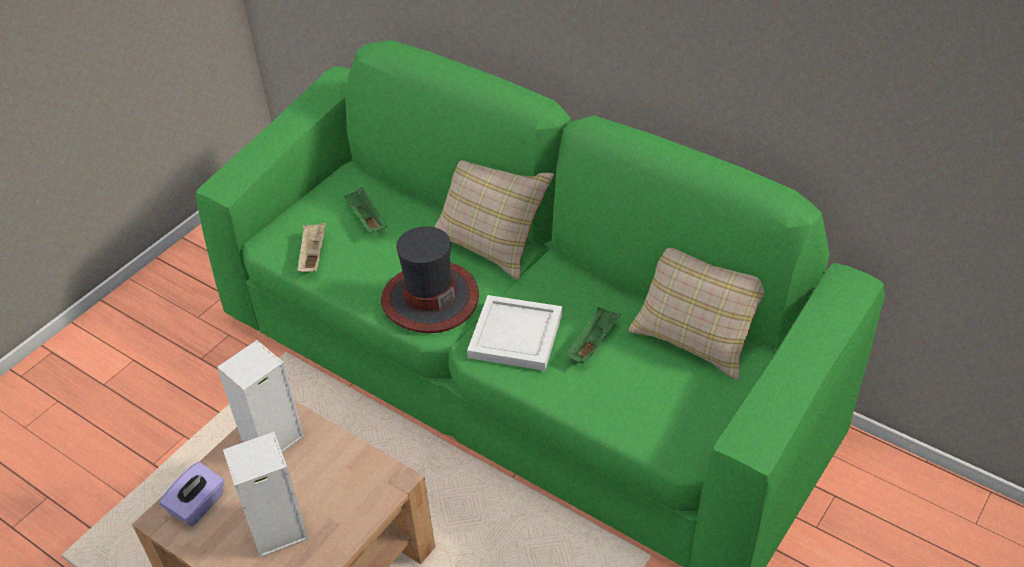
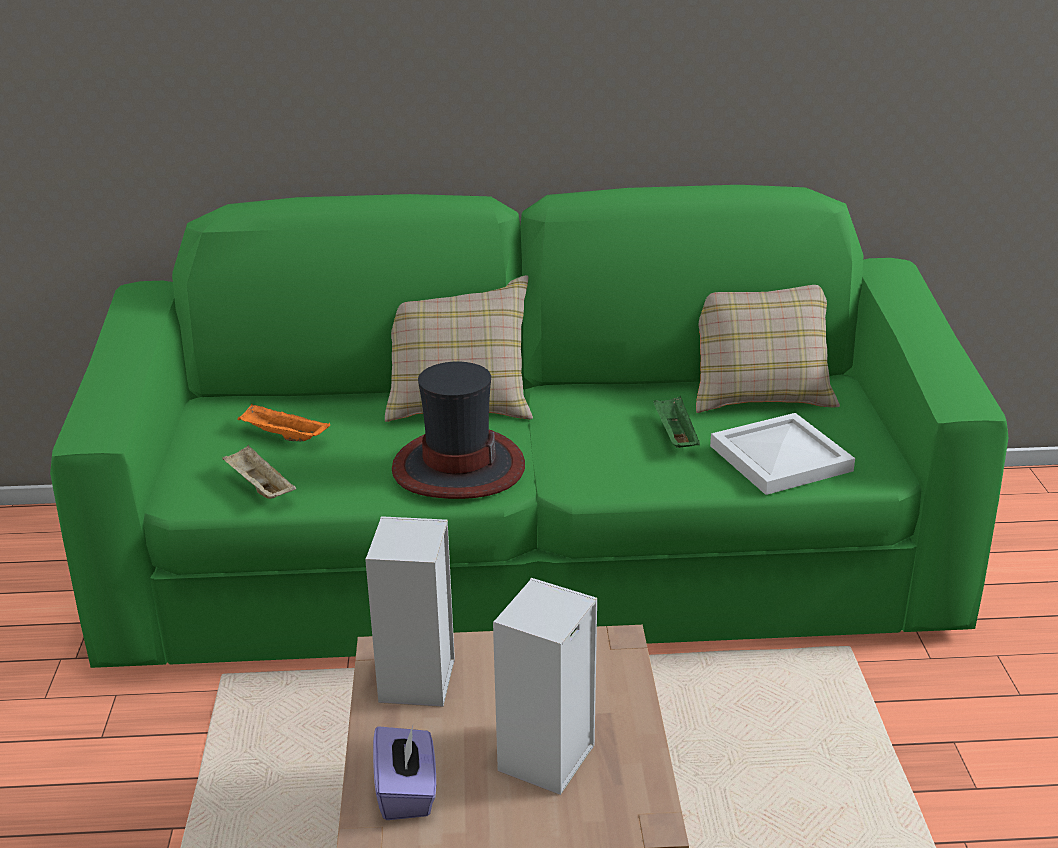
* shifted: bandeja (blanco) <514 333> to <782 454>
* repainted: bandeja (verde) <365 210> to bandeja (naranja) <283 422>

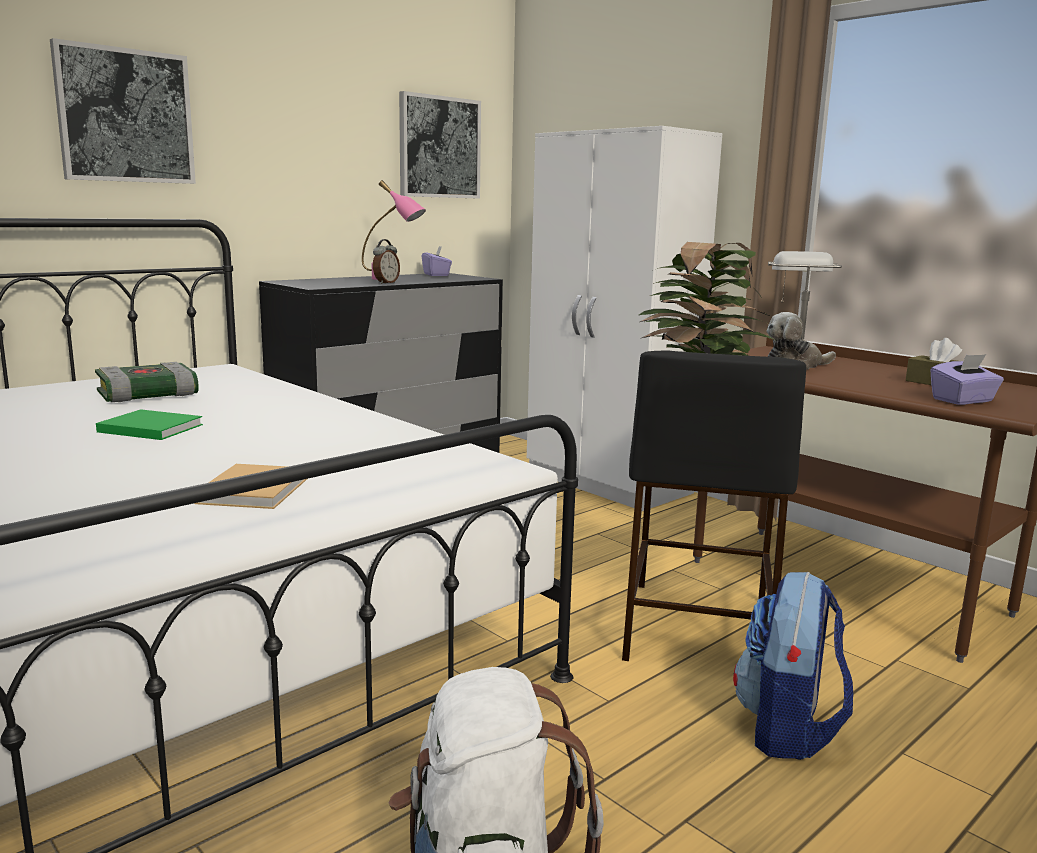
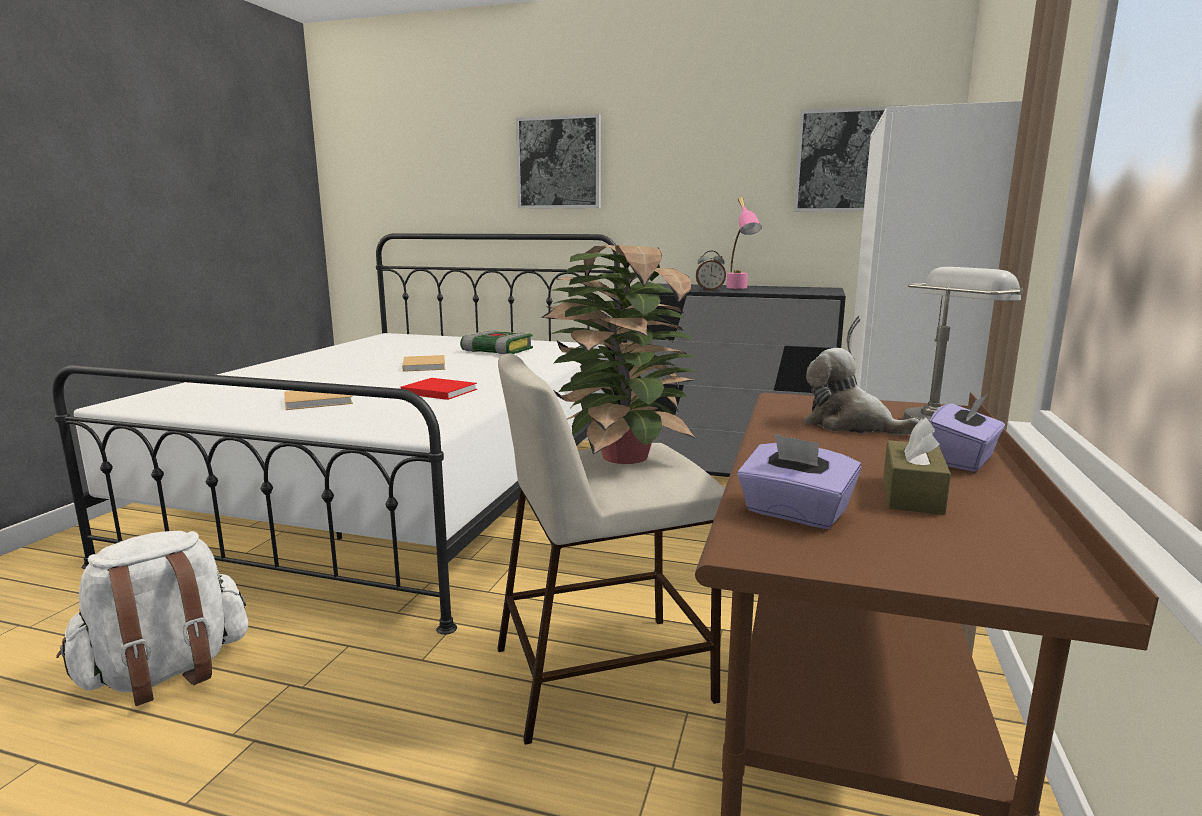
* gone: mochila <793 666>
* new: libro (rojo) <438 389>
* shifted: caja de pañuelos (morado) <437 261> to <967 433>
* repainted: libro (verde) <149 424> to libro (beis) <423 363>
* repainted: taburete (negro) <714 505> to taburete (beis) <611 549>

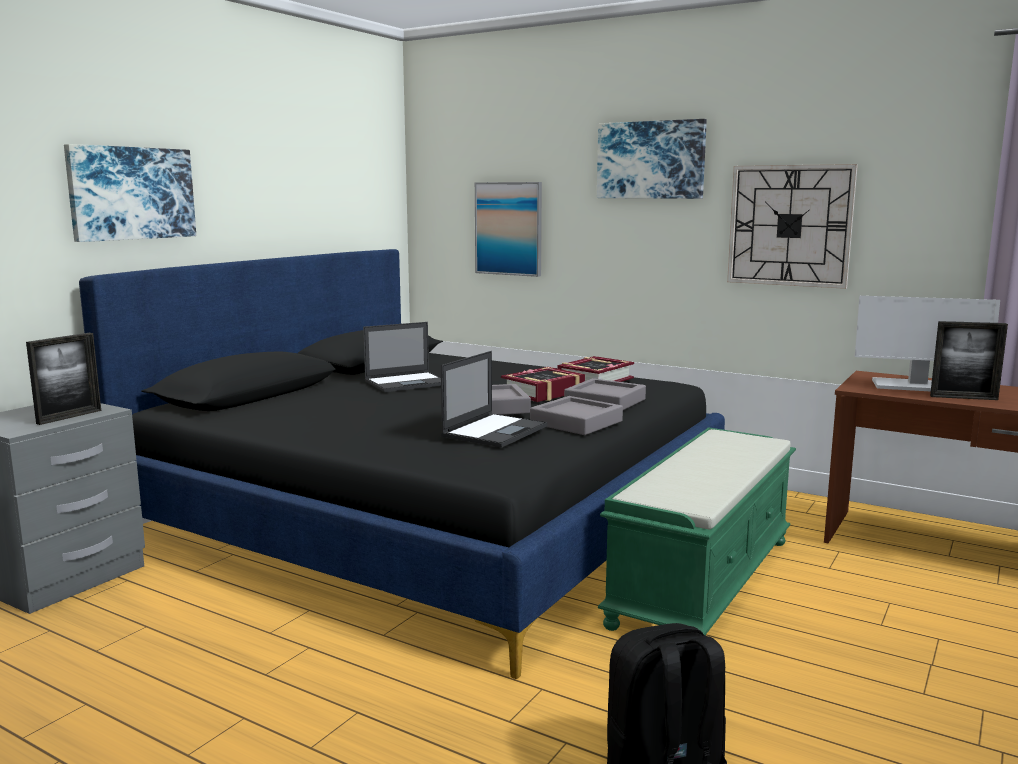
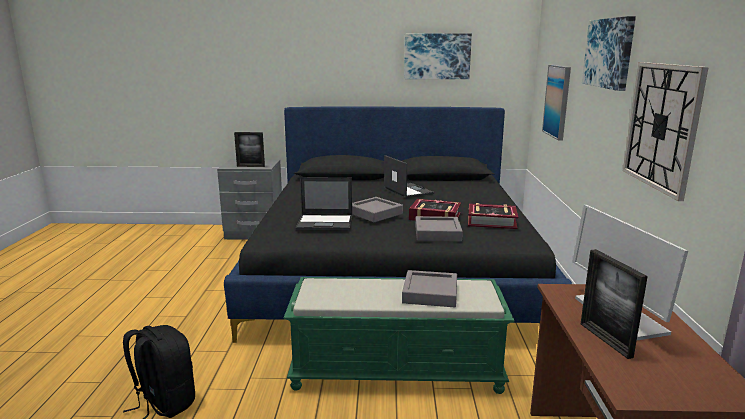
* shifted: cuadro <130 193> to <438 56>
* shifted: bandeja (gris) <576 415> to <429 288>
* rotated: portátil <402 357> = <409 176> 150 degrees counterclockwise

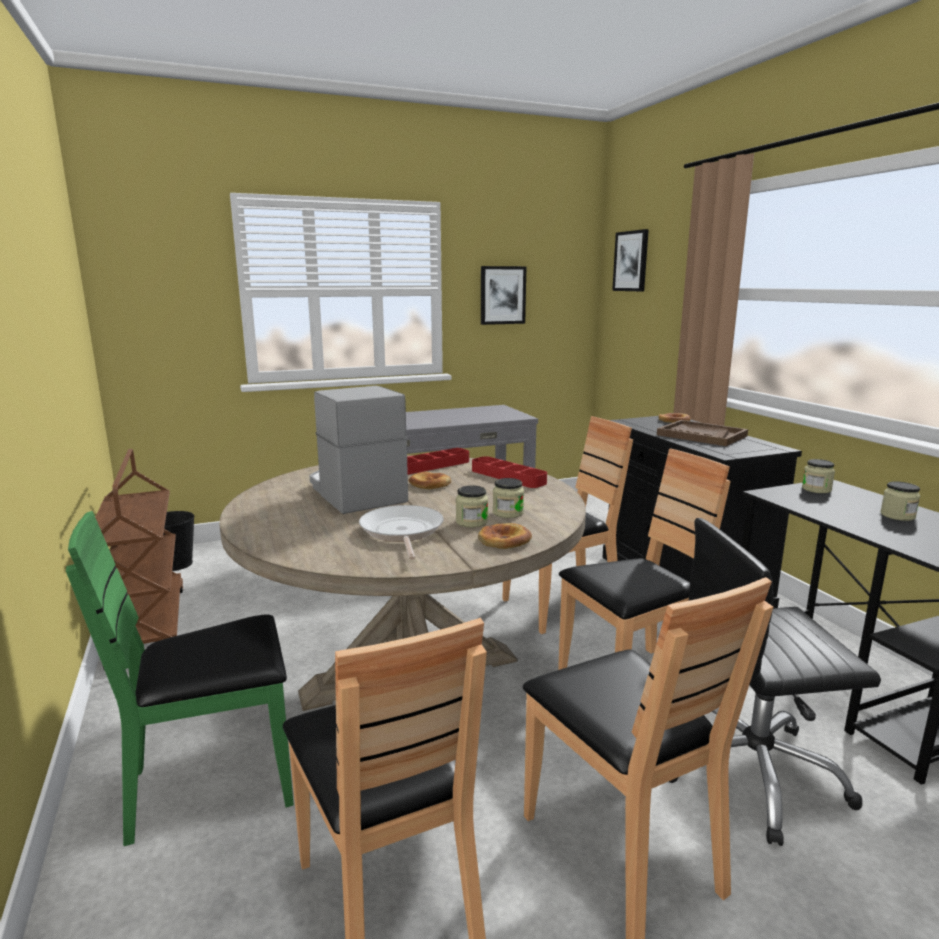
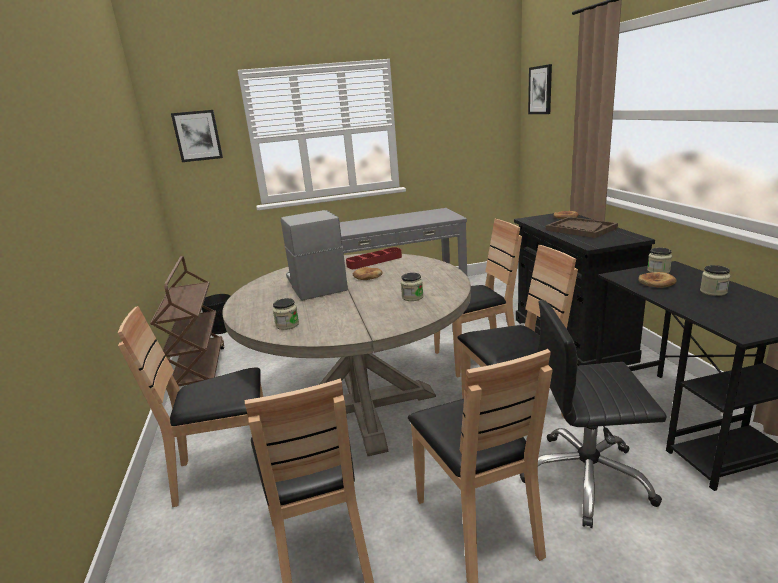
* gone: sartén <401 532>
* gone: bandeja (rojo) <509 472>
* shifted: tarro <472 506> to <286 314>
* shifted: pan <505 536> to <657 280>
* shifted: cuadro <504 295> to <197 136>
* repainted: silla (verde) <180 678> to silla (marrón) <190 406>

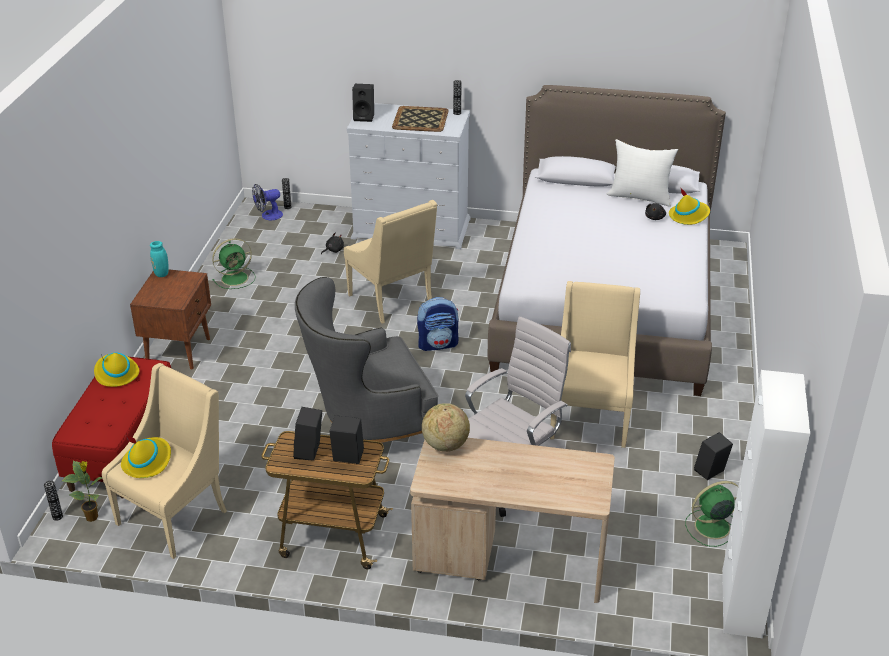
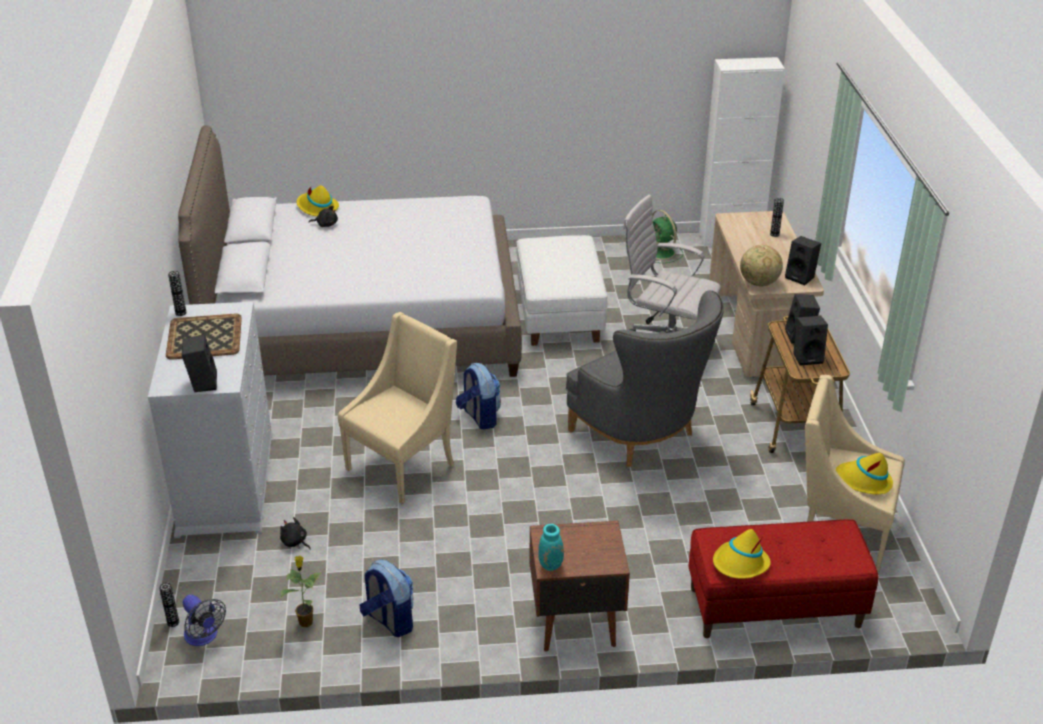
* gone: cojín (blanco) <642 173>
* shifted: florero <53 501> to <777 217>
* shifted: planta en maceta <82 491> to <301 591>
* shifted: altavoz (negro) <713 456> to <803 260>
* swapped: ventilador (verde) <234 263> to mochila <386 598>
* swapped: sillón (beis) <595 364> to puf (blanco) <562 290>

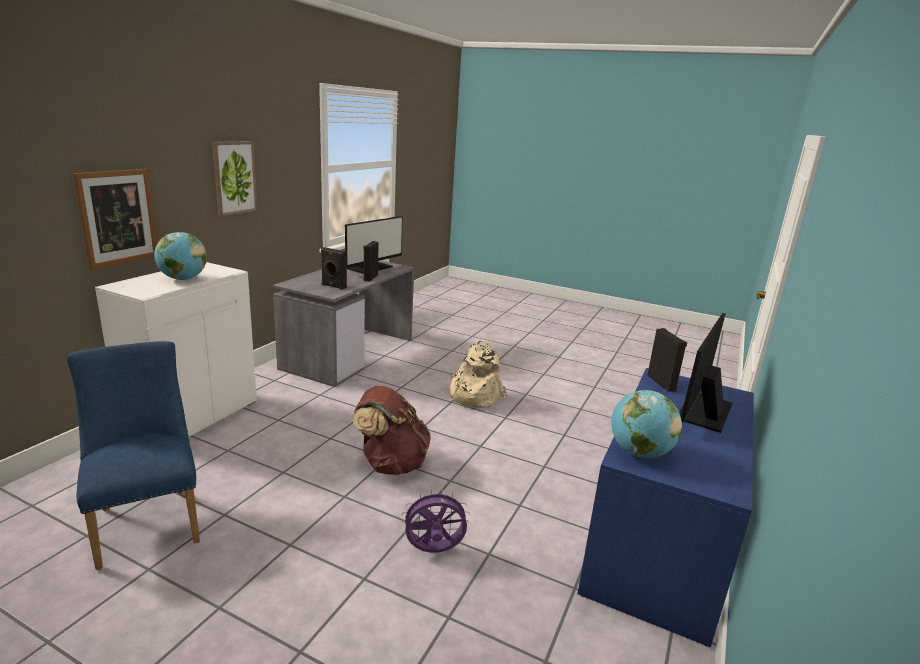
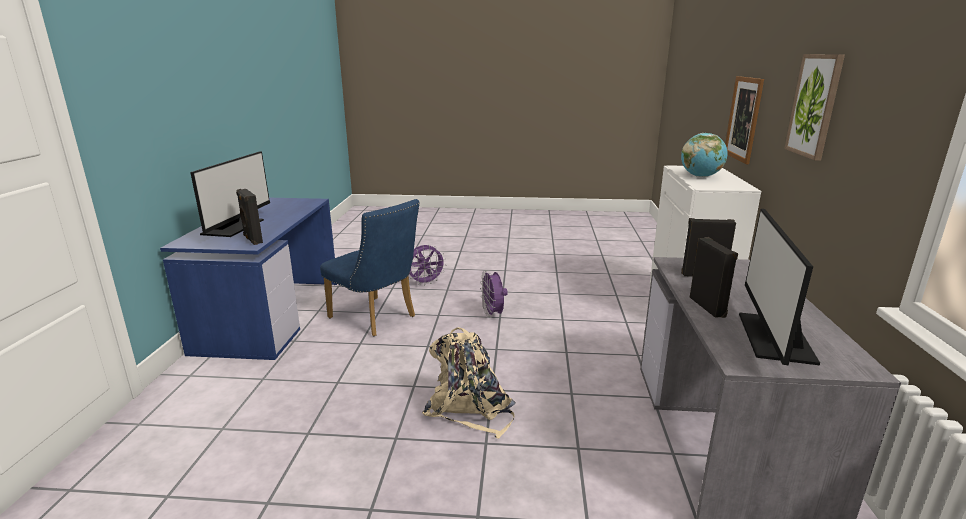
* gone: globo terráqueo <646 424>
* shifted: silla (azul) <133 455> to <370 267>
* swapped: mochila (marrón) <392 430> to ventilador (morado) <494 294>

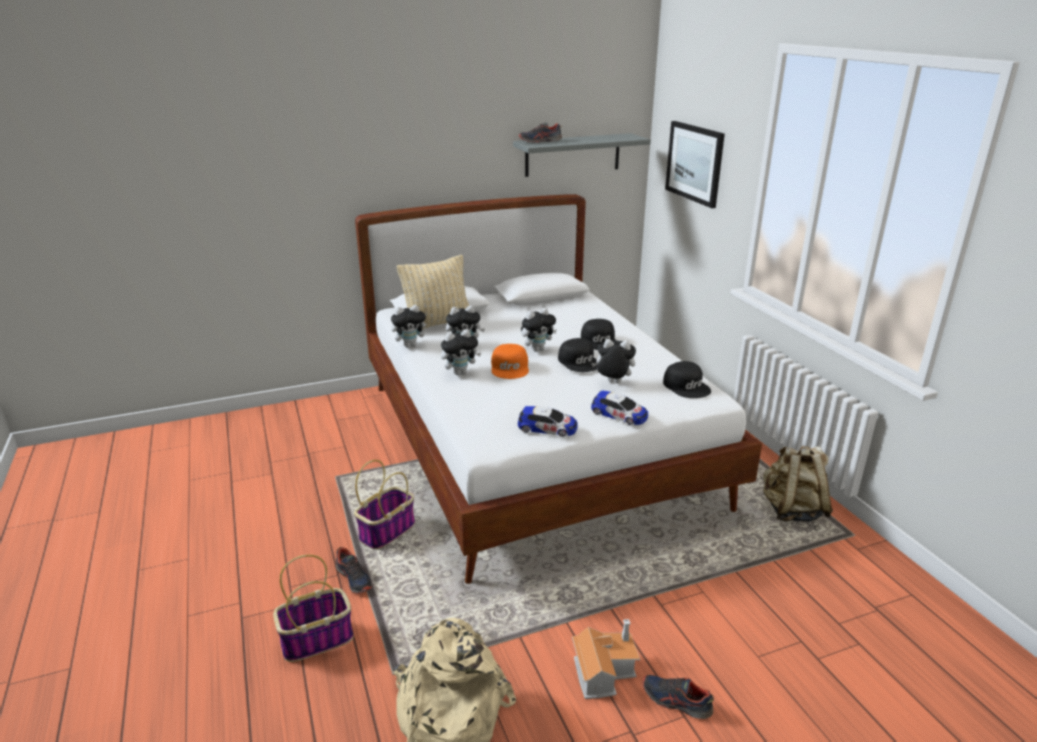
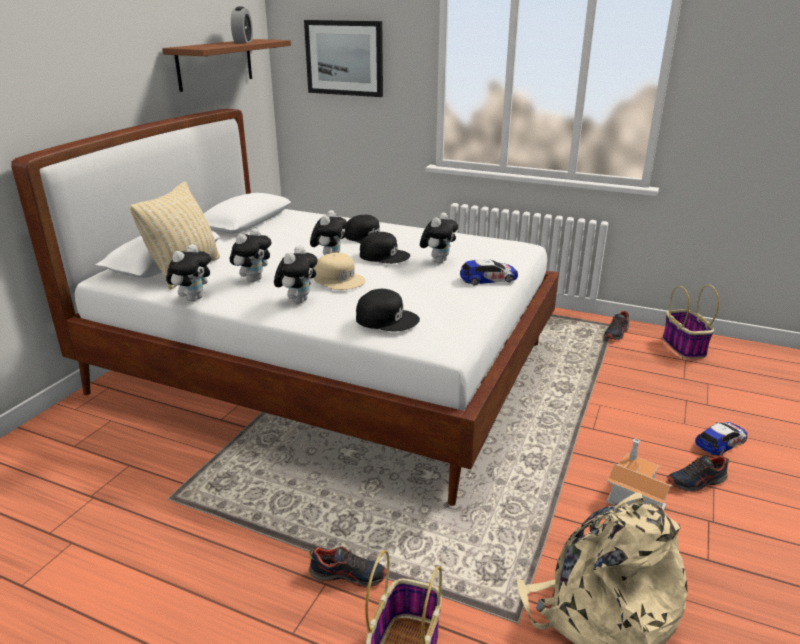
* gone: mochila (beis) <798 484>
* new: despertador <242 25>
* shifted: cesta <384 504> to <690 322>
* shifted: coche de juguete <548 421> to <721 439>
* shifted: zapato <540 132> to <616 325>
* shifted: gorra (negro) <687 379> to <388 310>
* repainted: gorra (naranja) <510 361> to gorra (beis) <340 271>
* repainted: estante (gris) <582 155> to estante (marrón) <226 65>
* rotated: peluche <613 361> = <439 238> 150 degrees clockwise

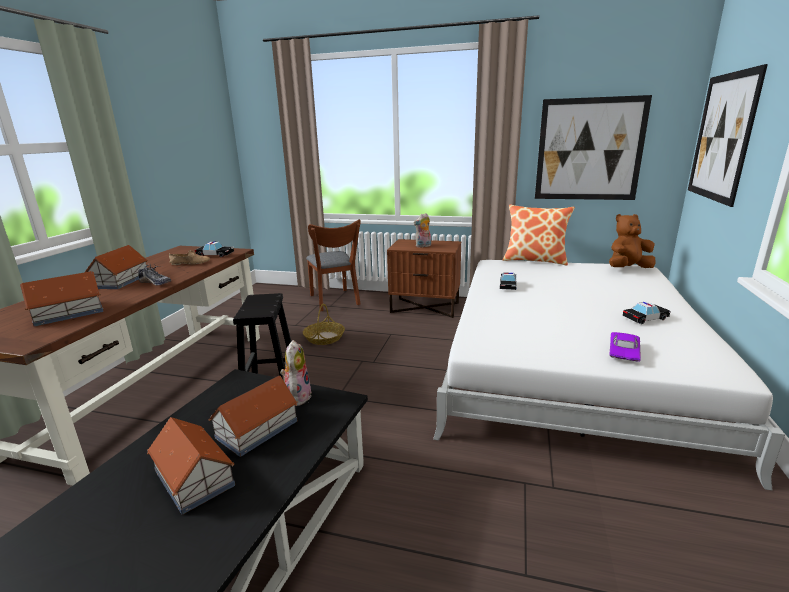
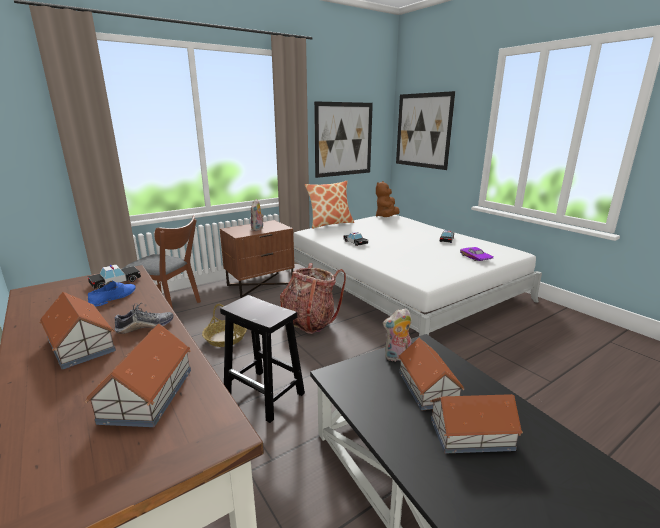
* new: mochila <313 298>
* repainted: zapato (beis) <189 257> to zapato (azul) <112 294>
* rotated: peluche <296 373> = <397 335> 60 degrees counterclockwise

